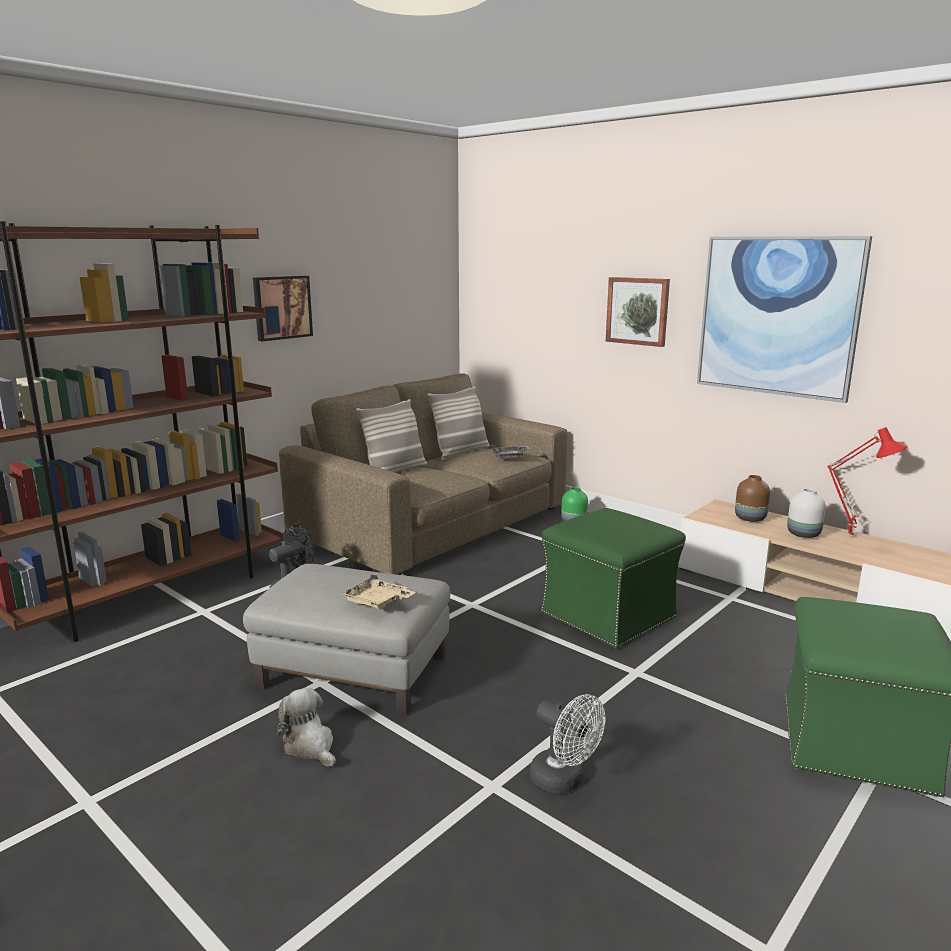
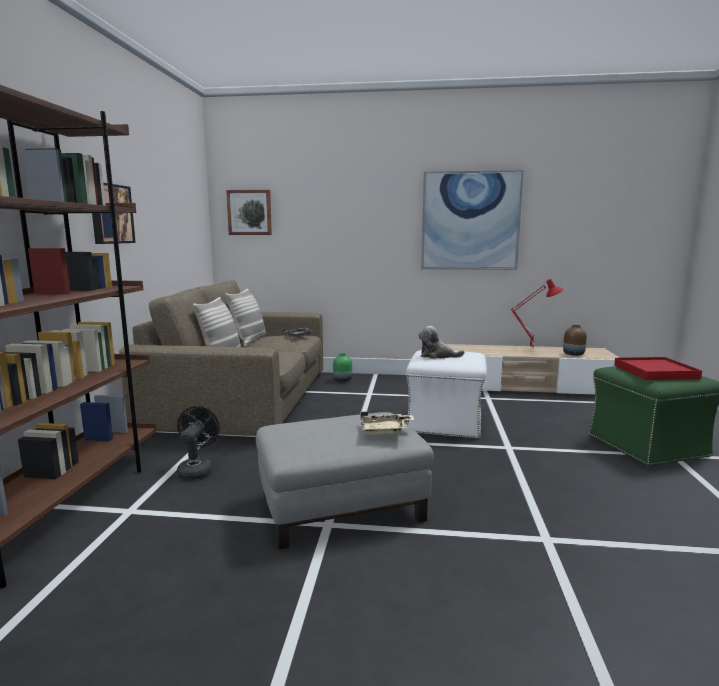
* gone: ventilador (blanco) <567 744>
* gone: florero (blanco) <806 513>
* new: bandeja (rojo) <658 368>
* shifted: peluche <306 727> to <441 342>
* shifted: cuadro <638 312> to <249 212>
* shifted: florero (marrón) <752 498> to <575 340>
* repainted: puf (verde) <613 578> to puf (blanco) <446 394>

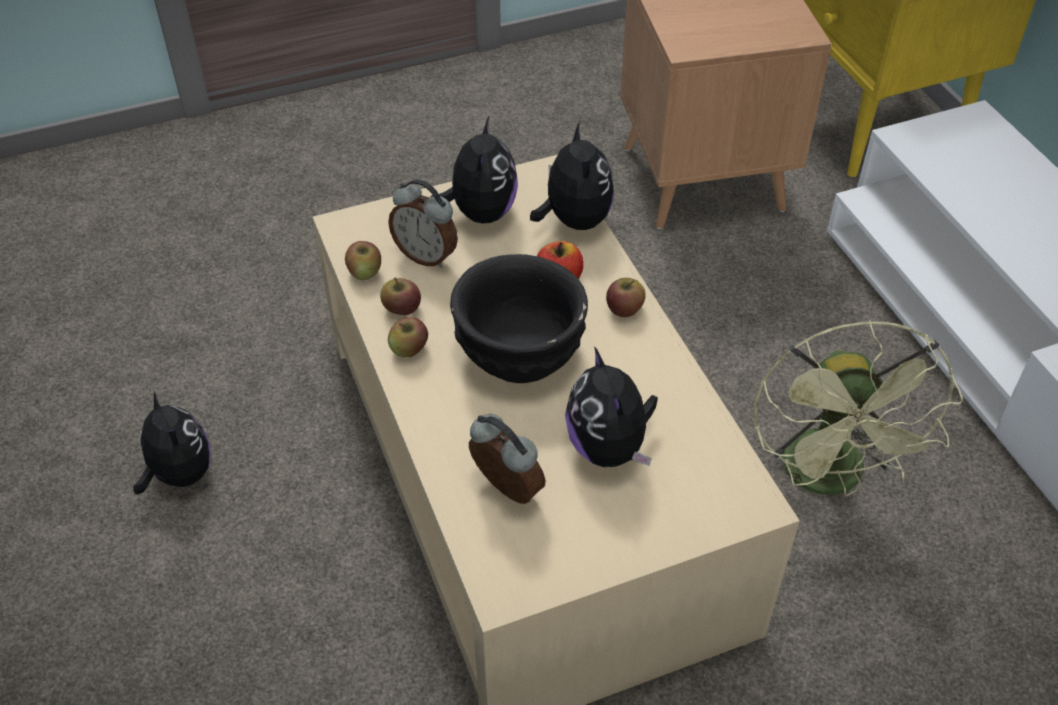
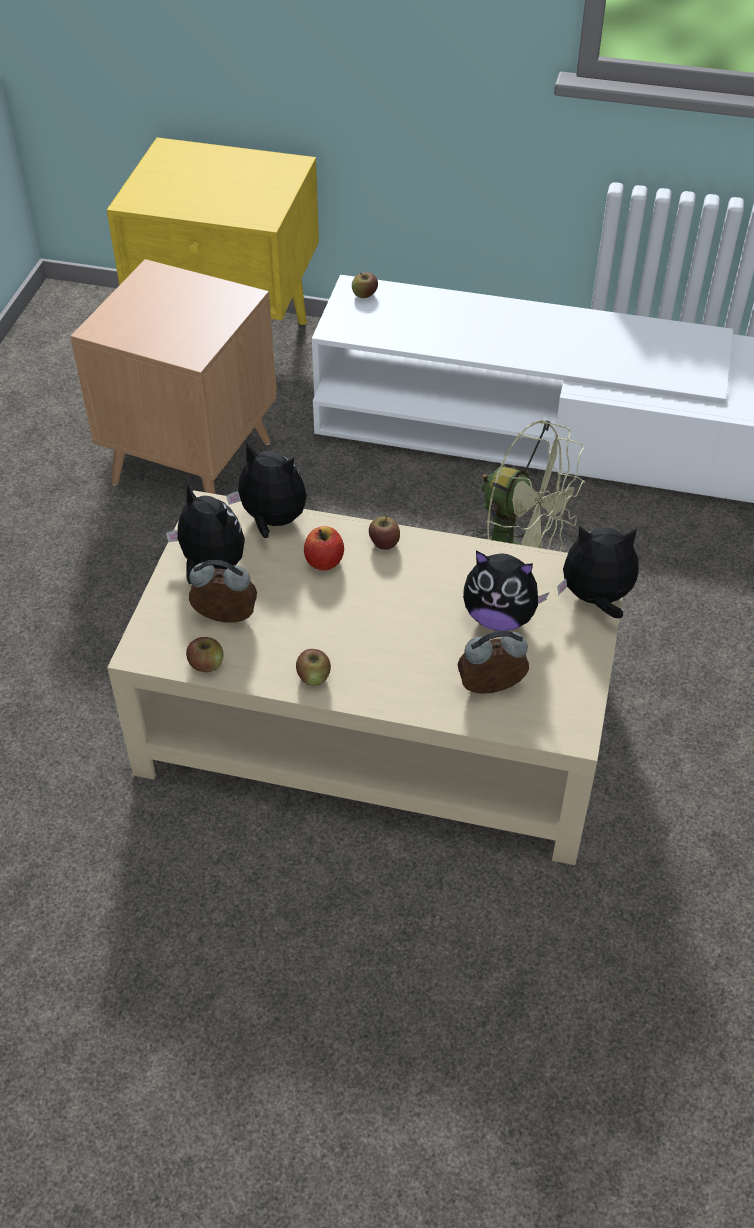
* gone: cuenco (negro) <519 318>
* shifted: peluche <172 442> to <598 572>
* shifted: manzana <400 296> to <365 285>
* rotated: despertador <423 223> = <223 591> 150 degrees counterclockwise

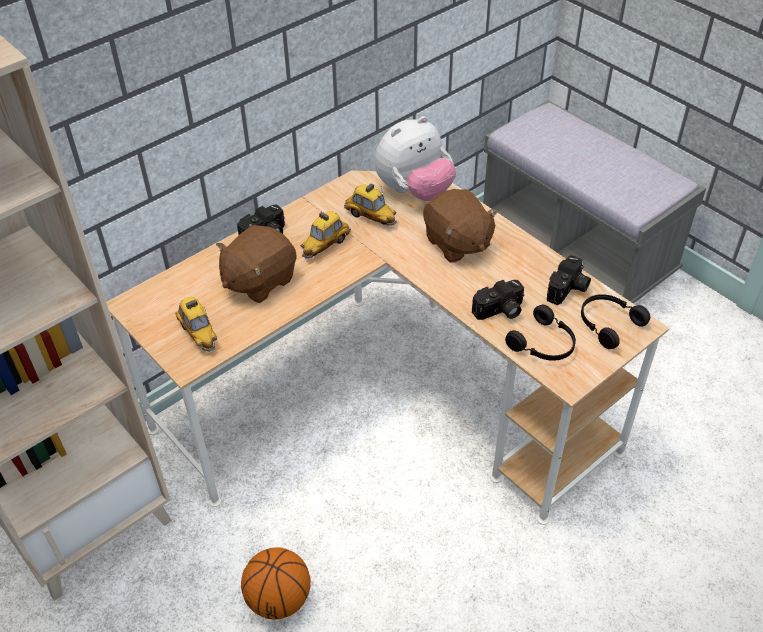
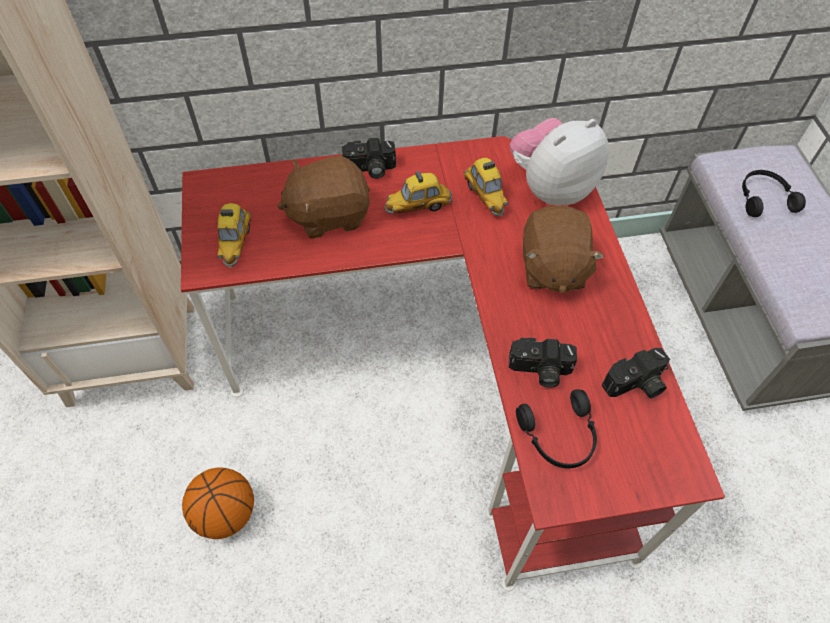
* shifted: auriculares (negro) <615 321> to <774 193>
* repainted: escritorio (beis) <387 347> to escritorio (rojo) <453 363>
* rotated: peluche <415 158> = <559 161> 150 degrees clockwise

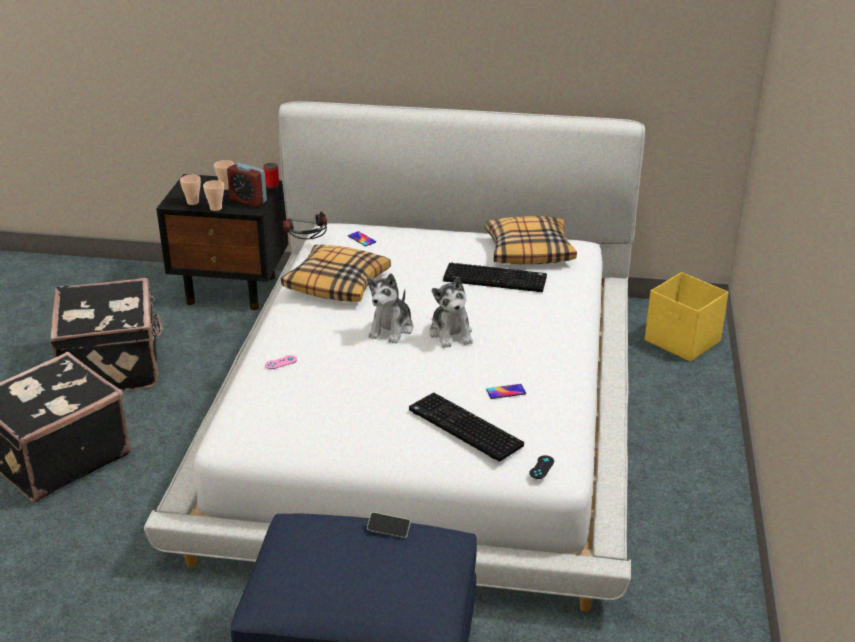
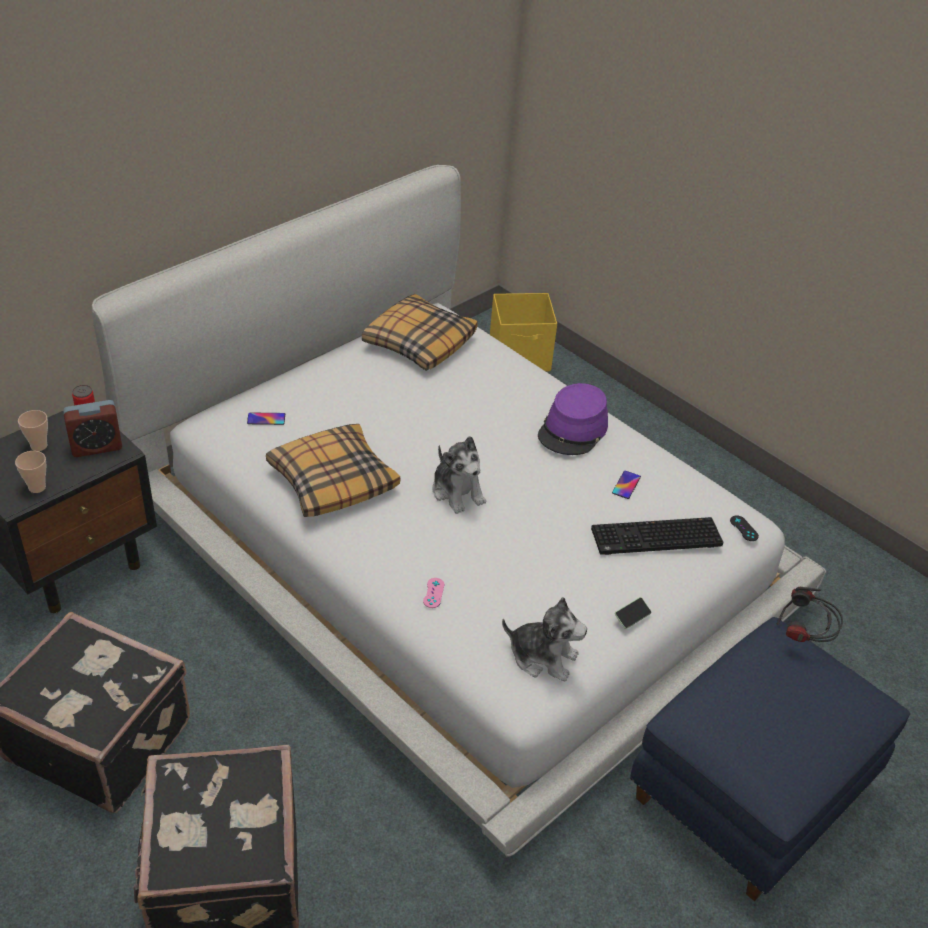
* gone: taza <213 195>
* gone: teclado <495 277>
* new: sombrero (morado) <573 419>
* shifted: auriculares <305 225> to <809 614>
* shifted: móvil <389 525> to <633 613>
* shifted: peluche <451 312> to <544 639>

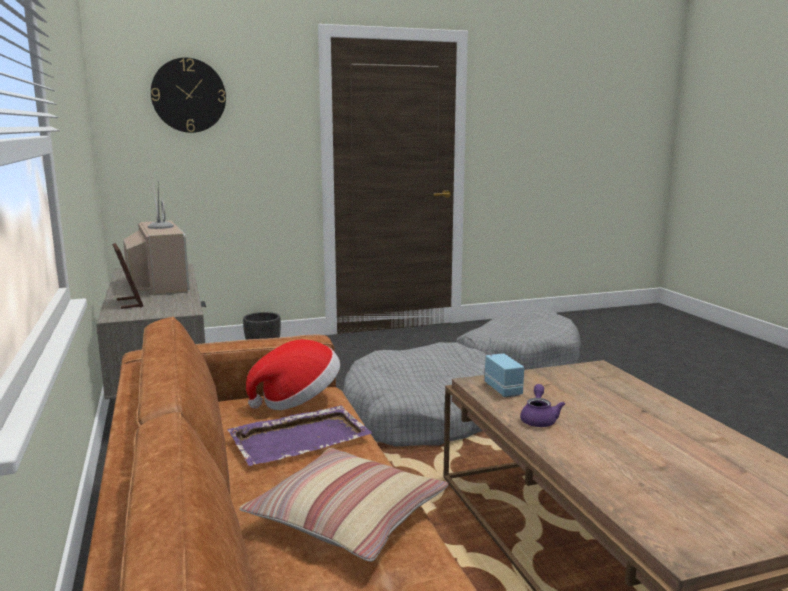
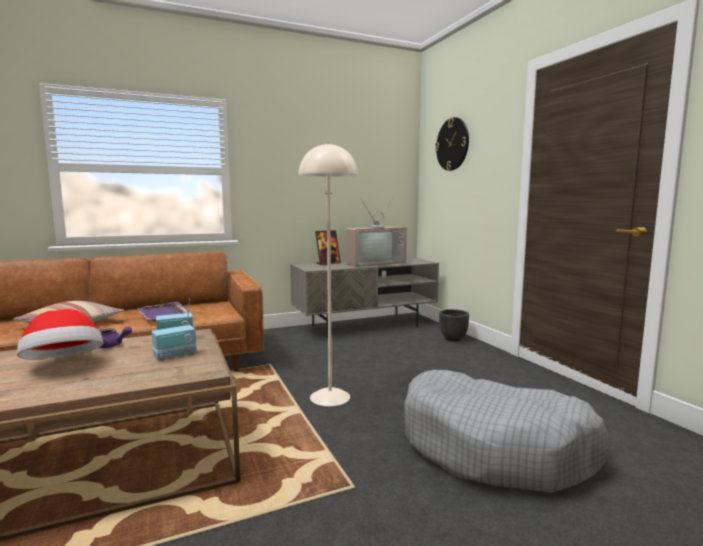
* new: radio <174 335>
* shifted: sombrero <293 374> to <60 334>
* swapped: cama para perro (gris) <414 394> to lámpara de pie (beis) <328 274>

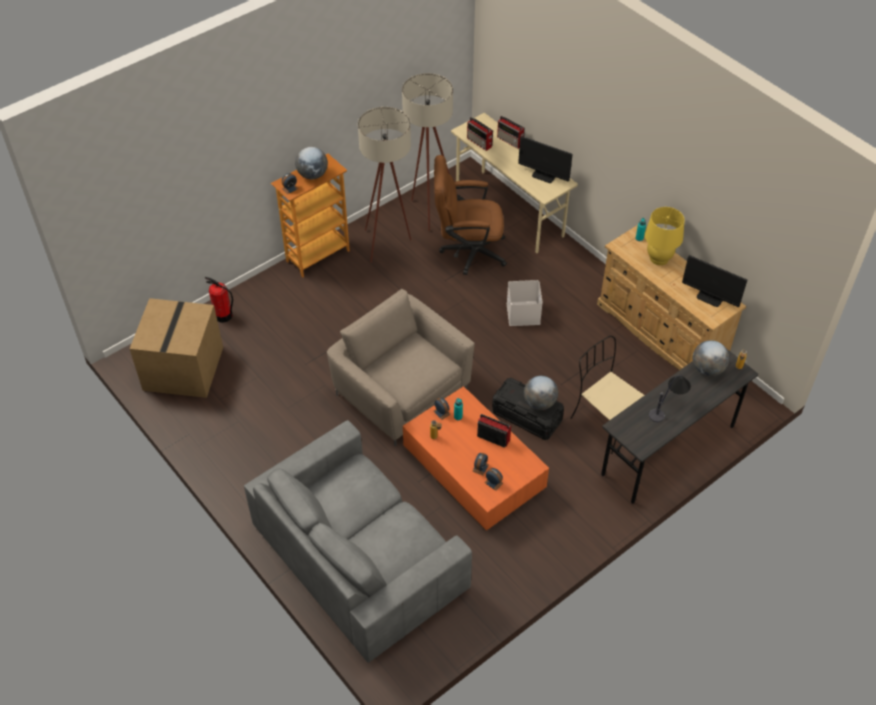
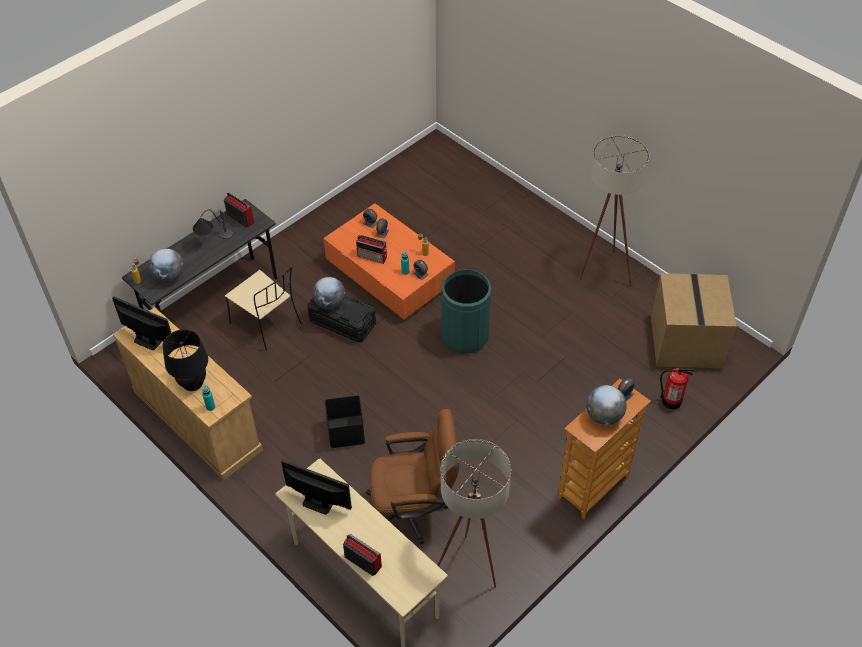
* gone: sofá (gris) <358 541>
* shifted: lámpara de pie (beis) <384 185> to <614 211>
* shifted: radio <480 134> to <239 210>
* swapped: sillón (beis) <401 367> to papelera (verde) <466 311>
* repainted: caja de almacenaje (blanco) <525 303> to caja de almacenaje (negro) <345 421>
* repainted: lámpara de mesa (amarillo) <665 236> to lámpara de mesa (negro) <185 360>

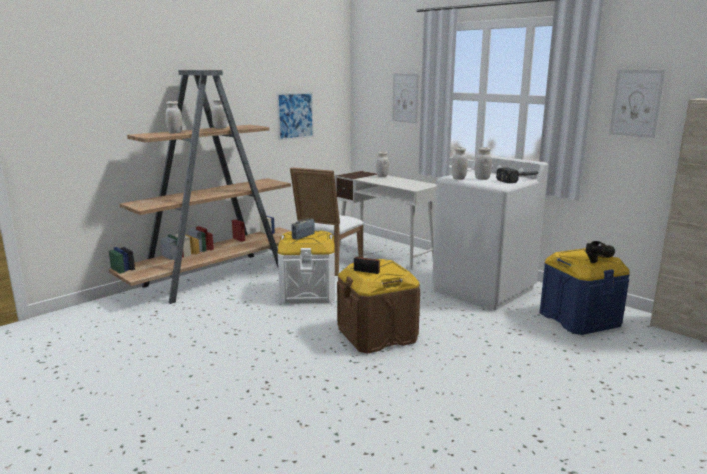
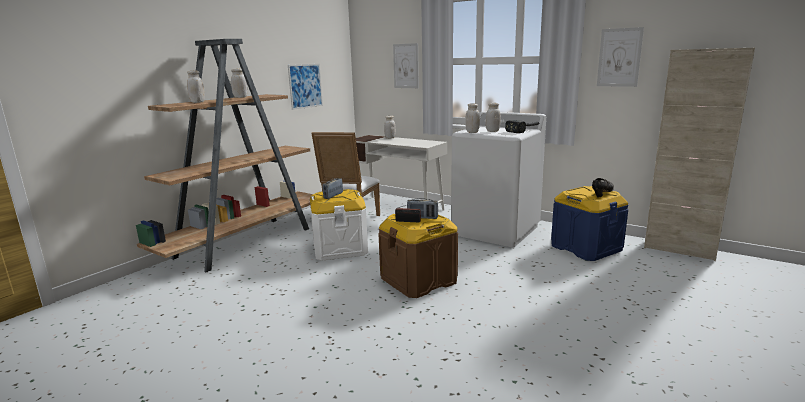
* new: radio <422 208>

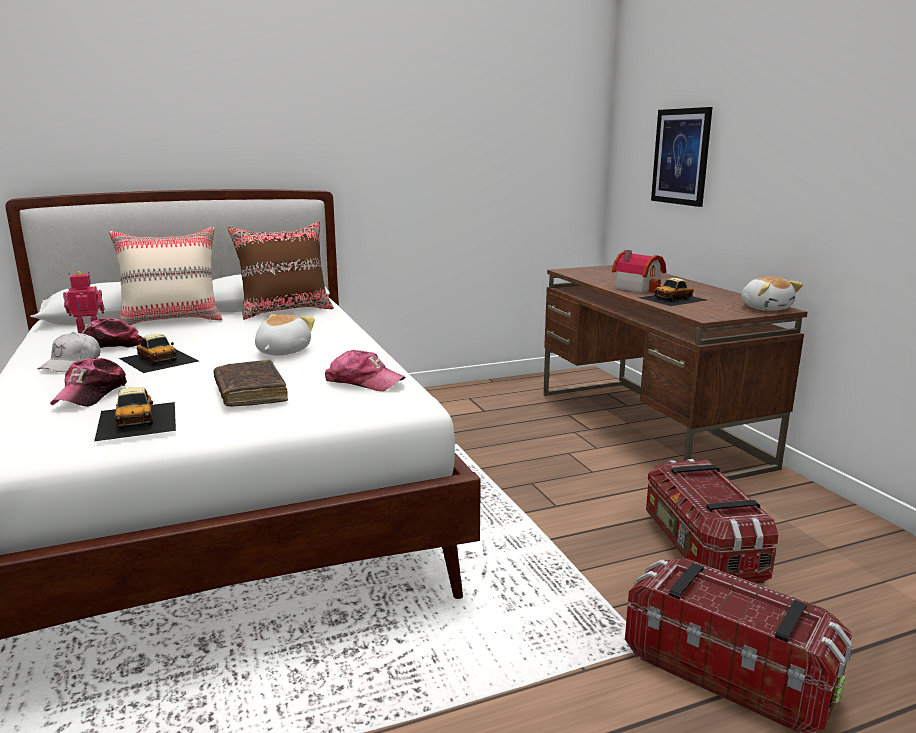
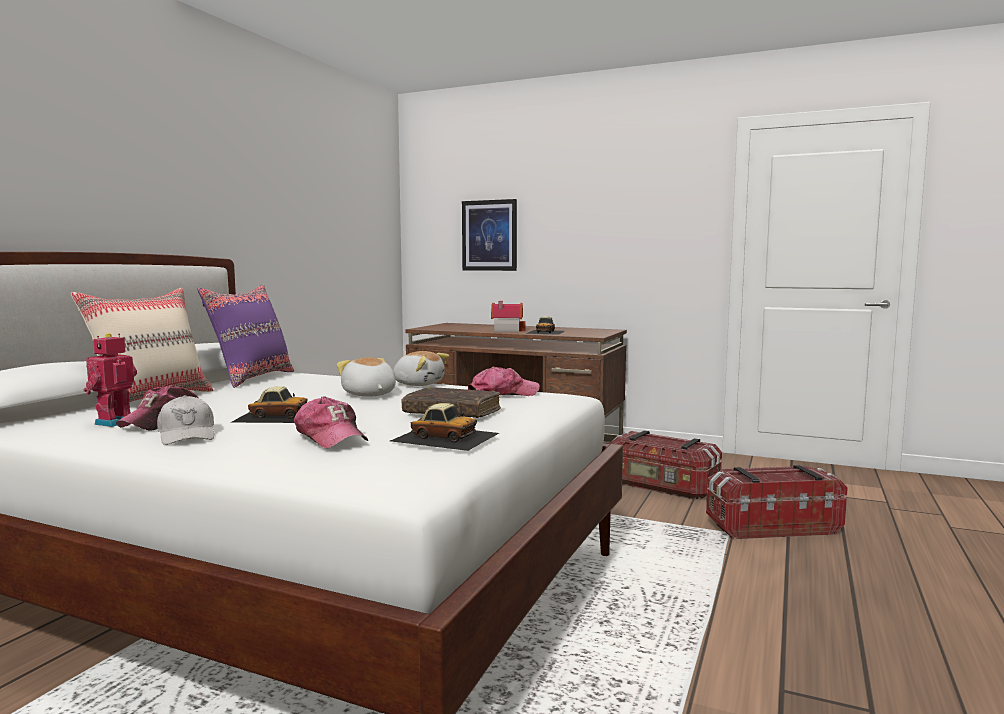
* shifted: peluche <772 293> to <421 368>
* repainted: cojín (marrón) <281 271> to cojín (morado) <245 336>

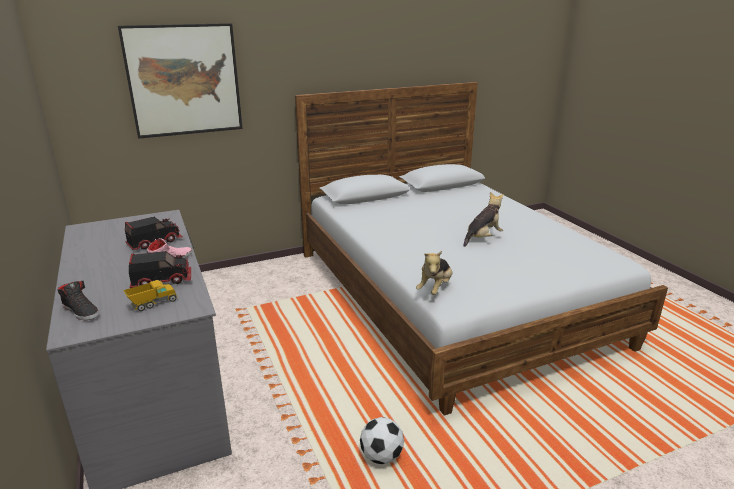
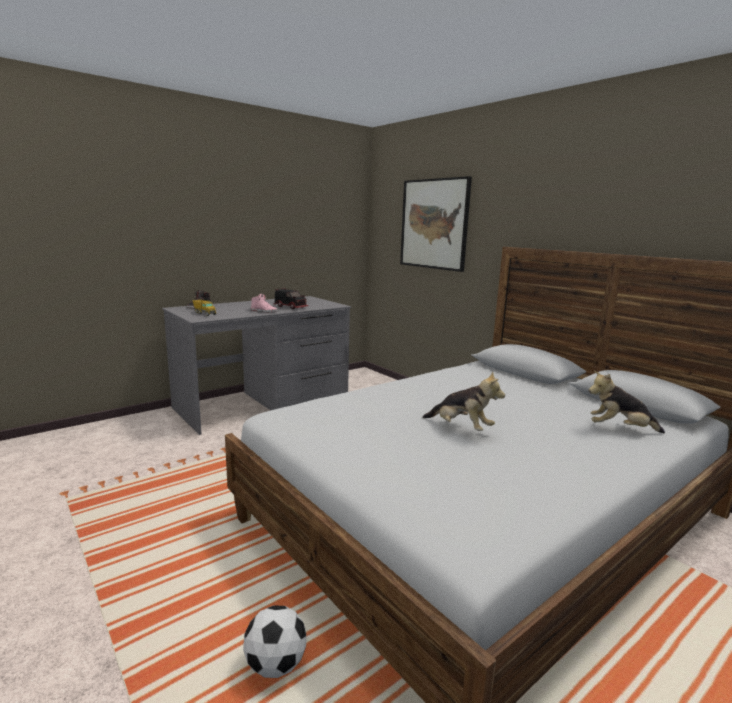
* gone: camión de juguete <160 269>
* shifted: balón de fútbol <382 440> to <274 642>
* shifted: peluche <434 273> to <626 401>

